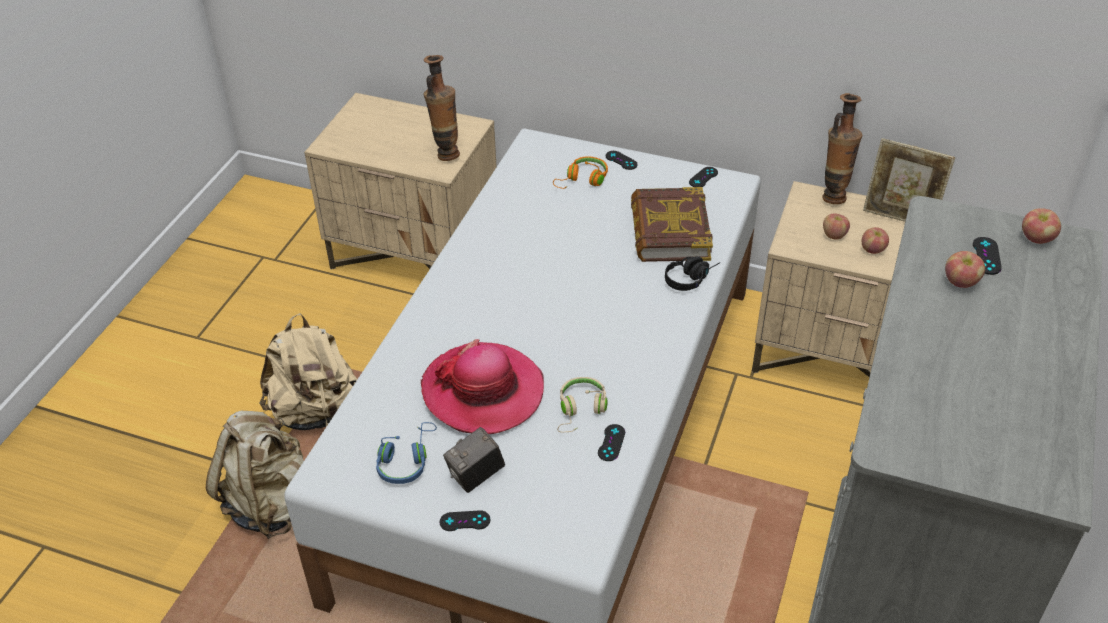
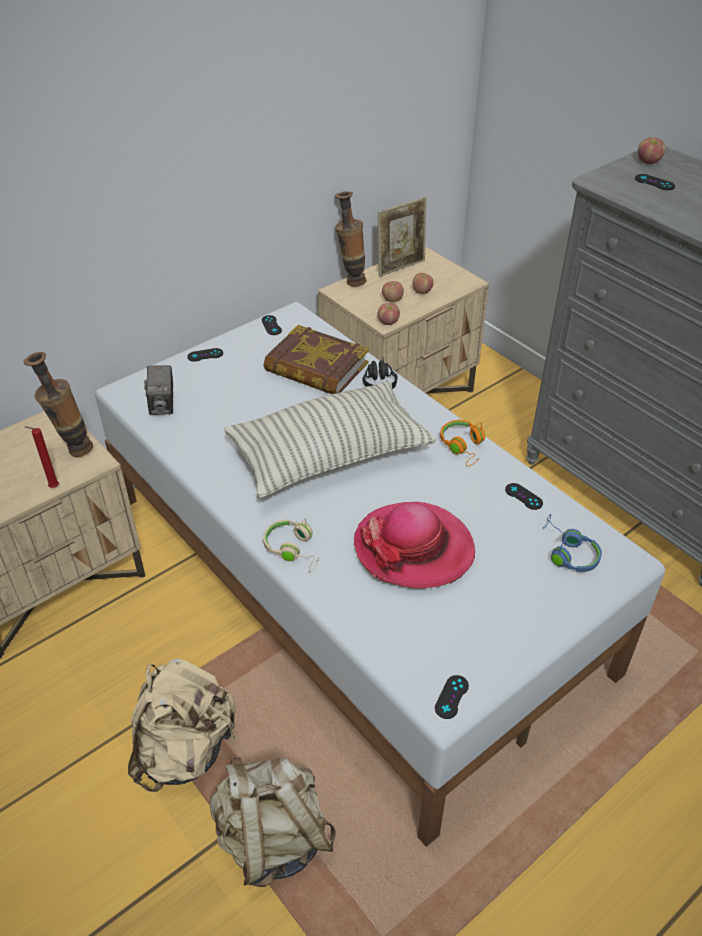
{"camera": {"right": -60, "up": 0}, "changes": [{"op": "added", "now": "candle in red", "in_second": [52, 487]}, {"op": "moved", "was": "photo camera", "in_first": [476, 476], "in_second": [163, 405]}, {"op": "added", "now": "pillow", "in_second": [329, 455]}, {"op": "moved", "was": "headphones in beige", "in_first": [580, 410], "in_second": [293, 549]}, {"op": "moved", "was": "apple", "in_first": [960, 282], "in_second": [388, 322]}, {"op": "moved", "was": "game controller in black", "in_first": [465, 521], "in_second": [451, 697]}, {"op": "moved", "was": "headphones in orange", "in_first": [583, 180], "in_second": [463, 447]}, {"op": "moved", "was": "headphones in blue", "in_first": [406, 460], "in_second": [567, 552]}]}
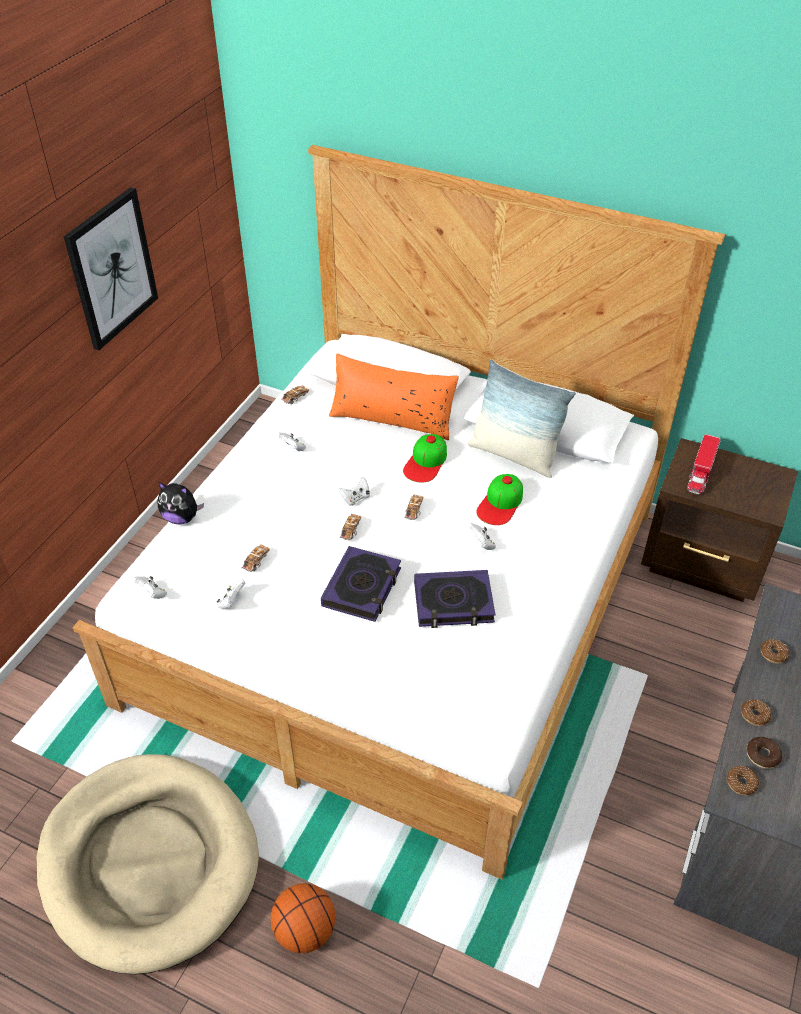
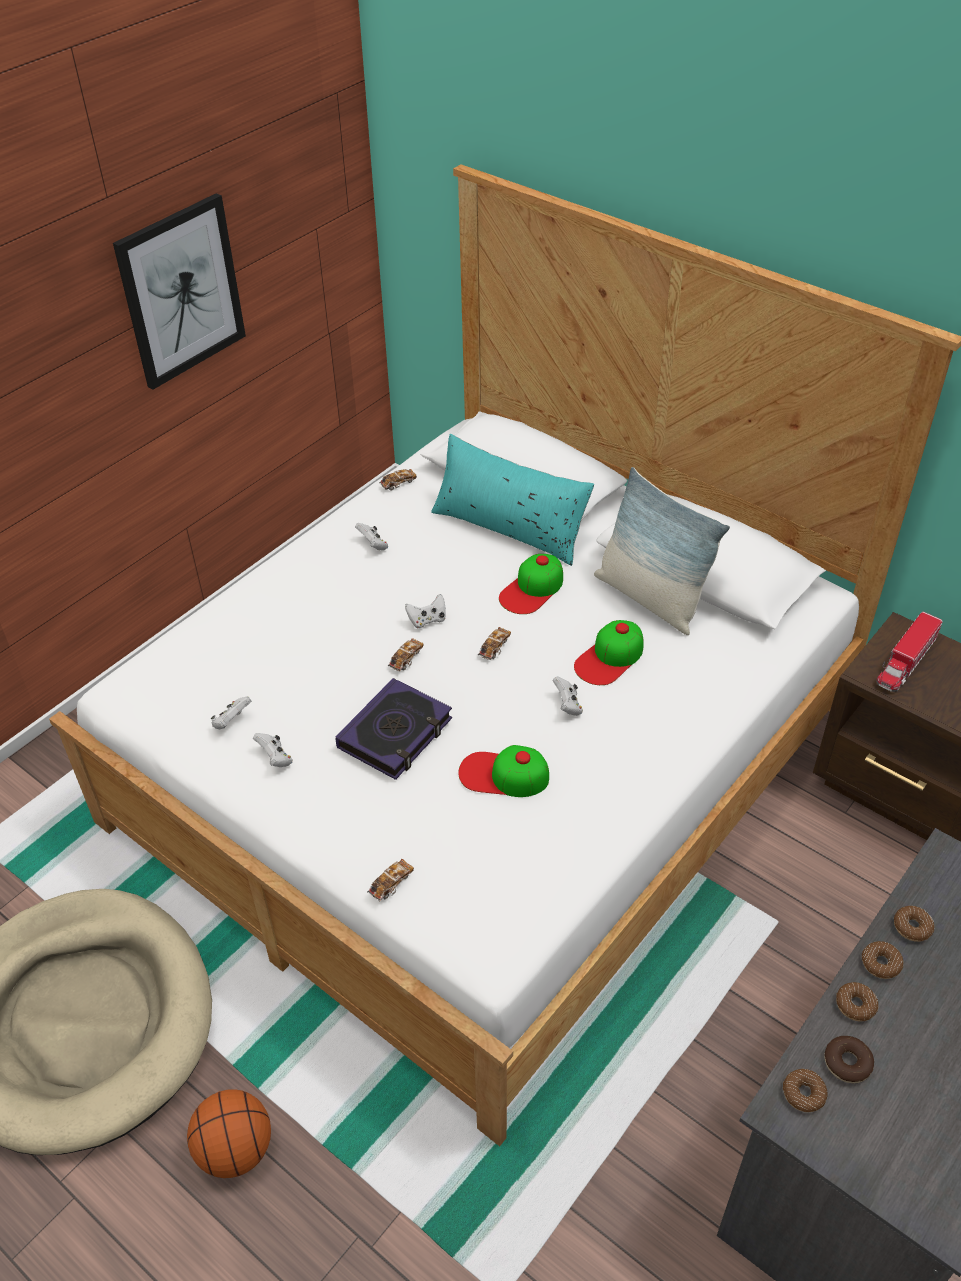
{"camera": {"right": 15, "up": 0}, "changes": [{"op": "moved", "was": "game controller in white", "in_first": [152, 593], "in_second": [275, 758]}, {"op": "moved", "was": "toy car", "in_first": [256, 562], "in_second": [391, 884]}, {"op": "recoloured", "was": "pillow in orange", "now": "pillow in turquoise", "in_first": [392, 418], "in_second": [509, 527]}, {"op": "replaced", "was": "book", "now": "cap", "in_first": [453, 603], "in_second": [503, 775]}, {"op": "added", "now": "donut", "in_second": [881, 963]}, {"op": "removed", "was": "plush toy", "in_first": [181, 518]}]}
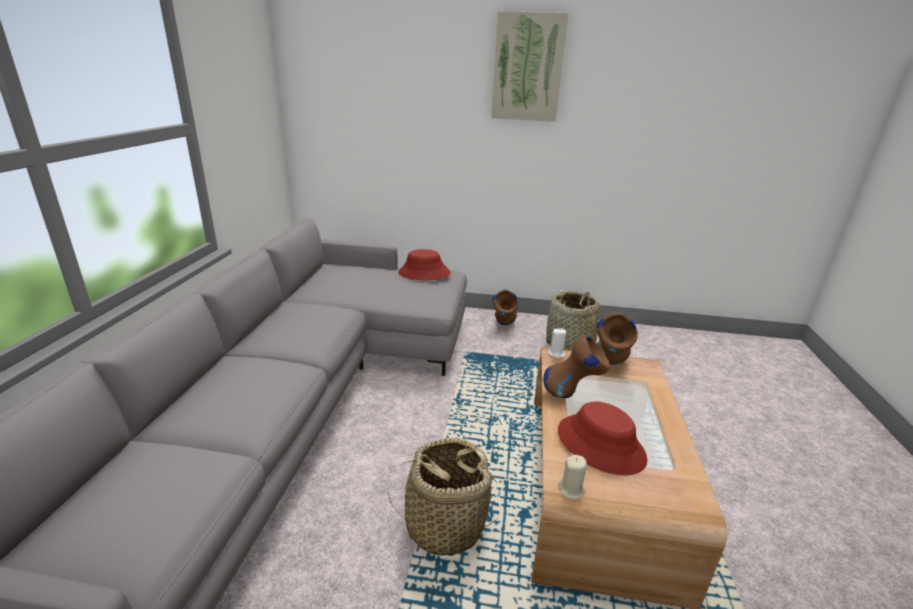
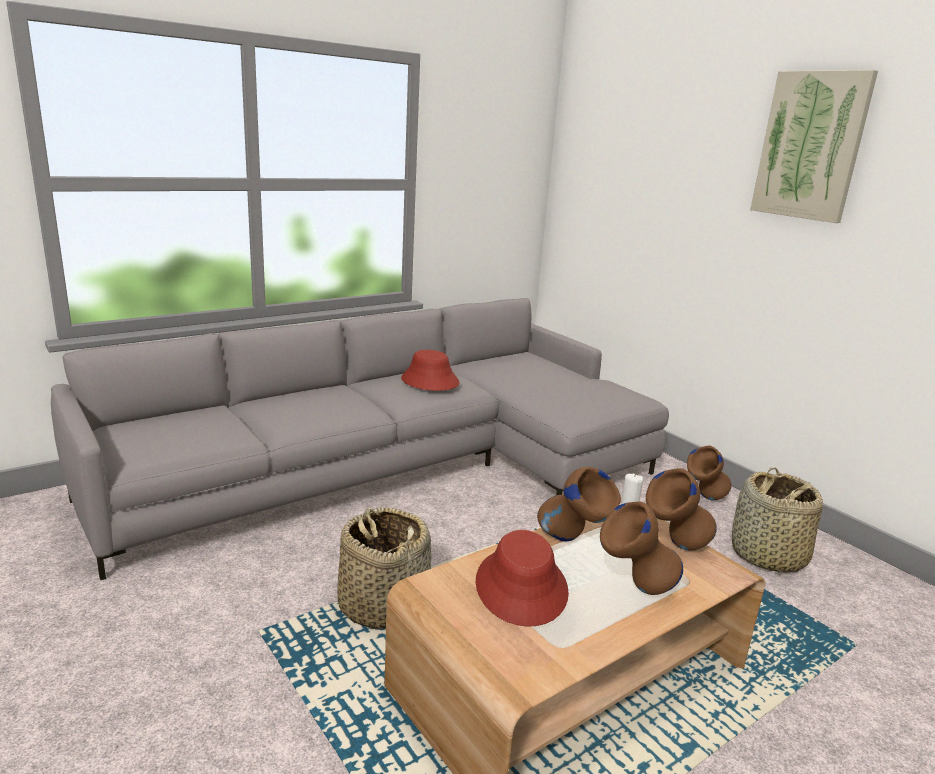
{"camera": {"right": 45, "up": -5}, "changes": [{"op": "moved", "was": "hat in red", "in_first": [424, 273], "in_second": [429, 381]}, {"op": "added", "now": "vase in brown", "in_second": [634, 589]}, {"op": "removed", "was": "candle in beige", "in_first": [571, 490]}]}
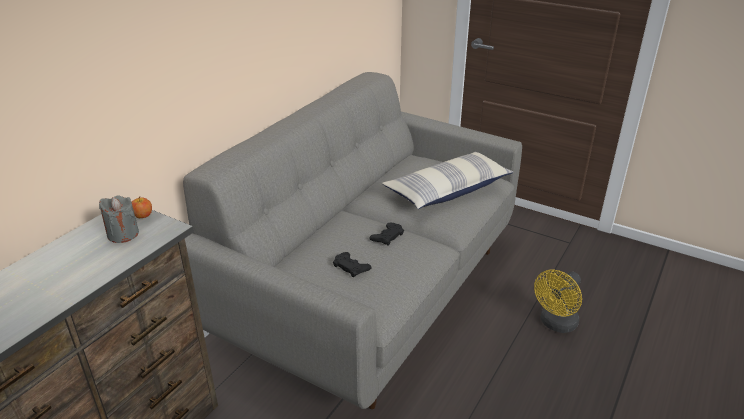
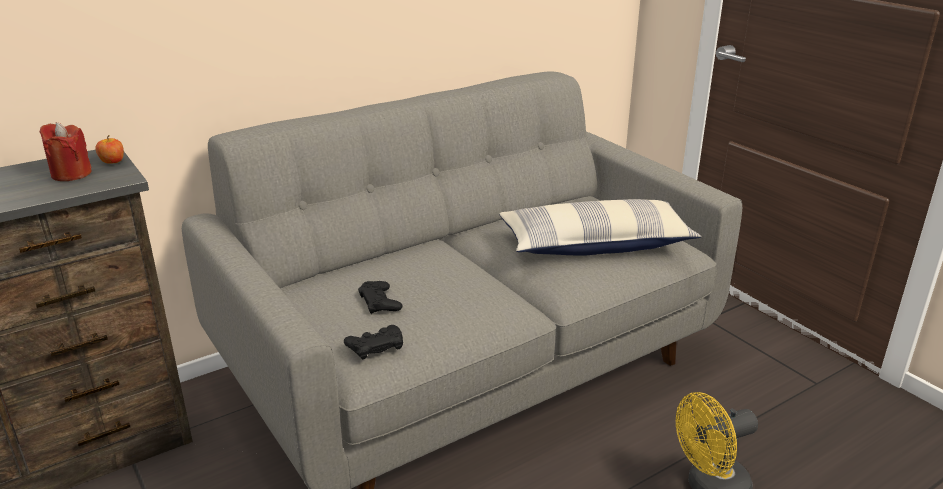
{"camera": {"right": 25, "up": -5}, "changes": [{"op": "recoloured", "was": "candle in grey", "now": "candle in red", "in_first": [123, 234], "in_second": [71, 174]}, {"op": "moved", "was": "game controller in black", "in_first": [387, 236], "in_second": [375, 346]}]}
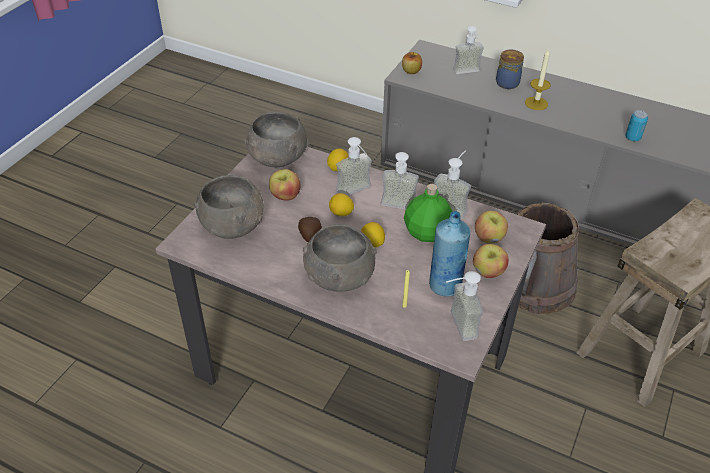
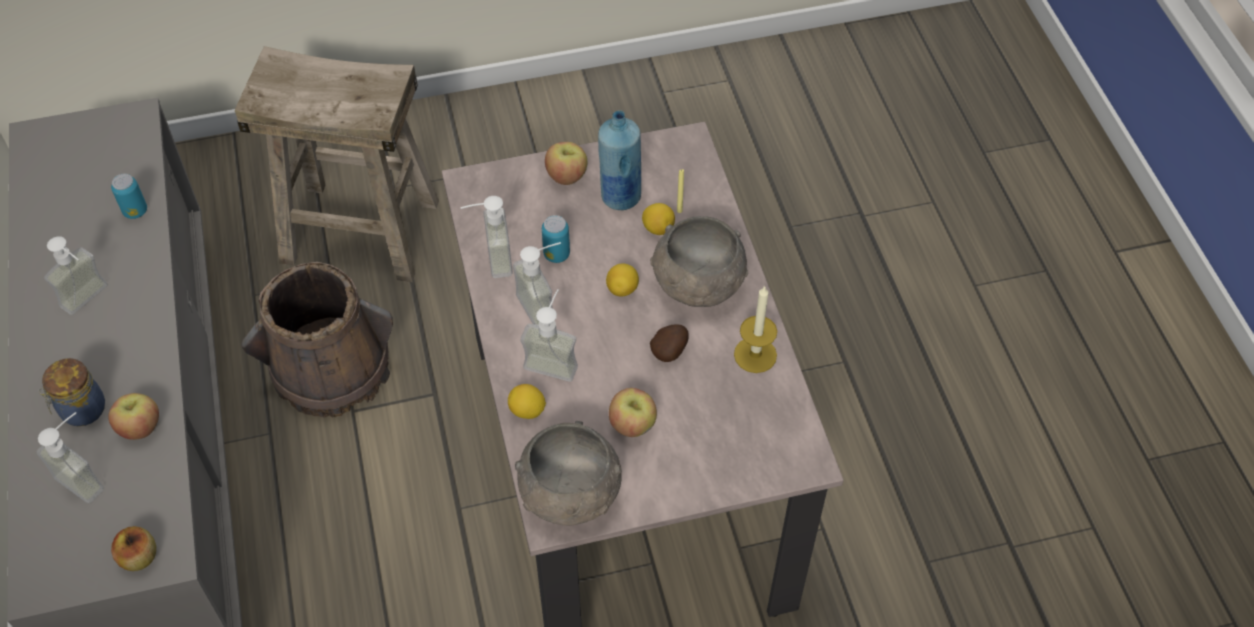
{"camera": {"right": -130, "up": 10}, "changes": [{"op": "moved", "was": "soap dispenser", "in_first": [455, 326], "in_second": [91, 301]}, {"op": "moved", "was": "apple", "in_first": [489, 238], "in_second": [140, 427]}, {"op": "replaced", "was": "bottle in green", "now": "can", "in_first": [427, 232], "in_second": [556, 254]}, {"op": "moved", "was": "lemon", "in_first": [341, 213], "in_second": [658, 228]}, {"op": "moved", "was": "candle", "in_first": [536, 103], "in_second": [755, 355]}, {"op": "removed", "was": "bowl in grey", "in_first": [233, 224]}]}
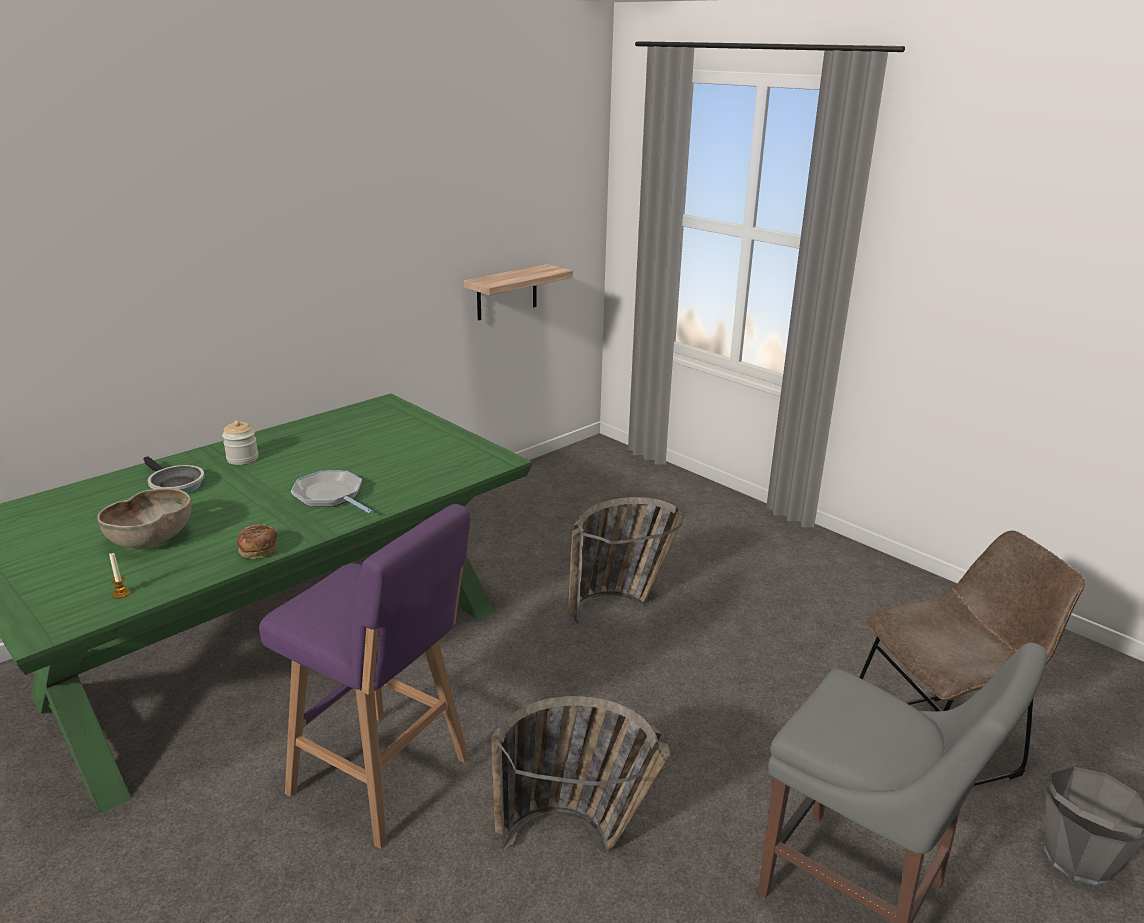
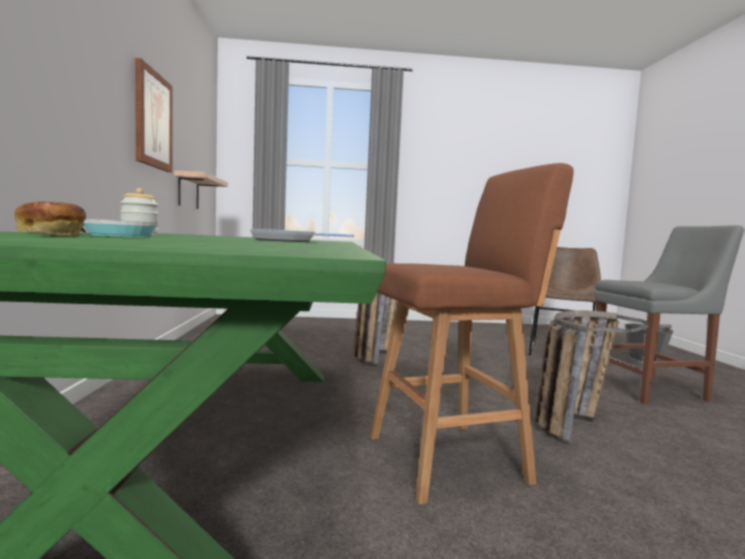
{"camera": {"right": -50, "up": -20}, "changes": [{"op": "moved", "was": "bread", "in_first": [258, 551], "in_second": [52, 235]}, {"op": "added", "now": "picture", "in_second": [152, 120]}, {"op": "recoloured", "was": "stool in purple", "now": "stool in brown", "in_first": [384, 778], "in_second": [451, 458]}, {"op": "removed", "was": "bowl in brown", "in_first": [152, 539]}, {"op": "removed", "was": "candle", "in_first": [121, 594]}]}
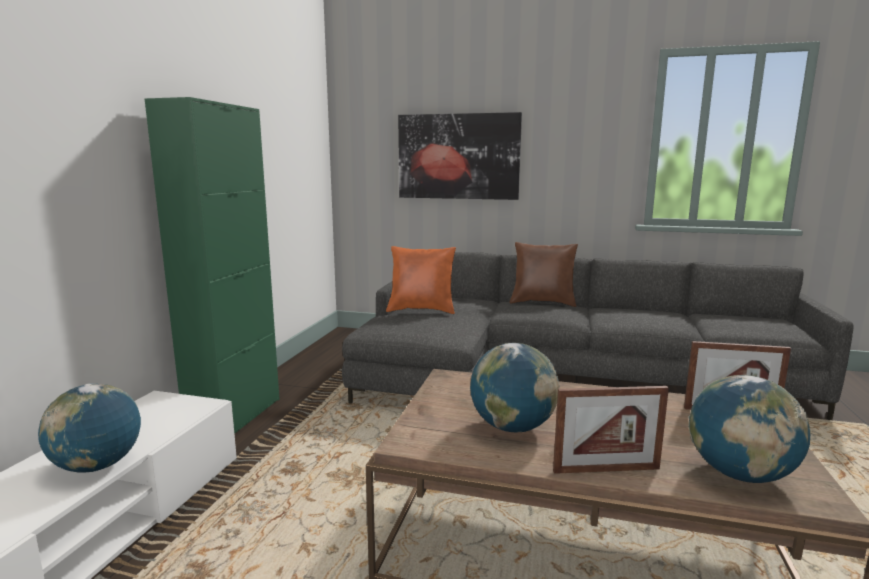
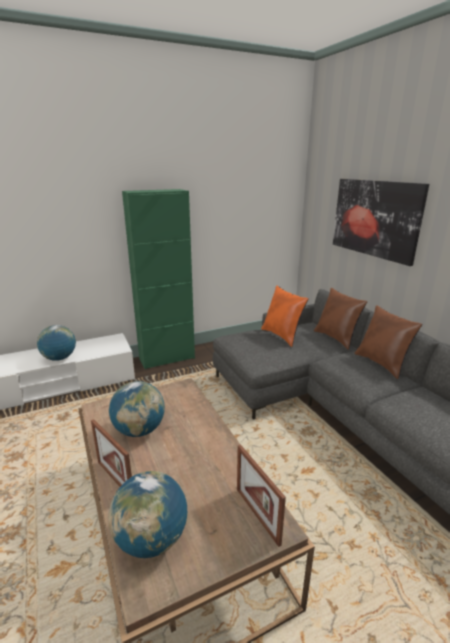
{"camera": {"right": 50, "up": 10}, "changes": [{"op": "added", "now": "pillow in brown", "in_second": [336, 338]}]}
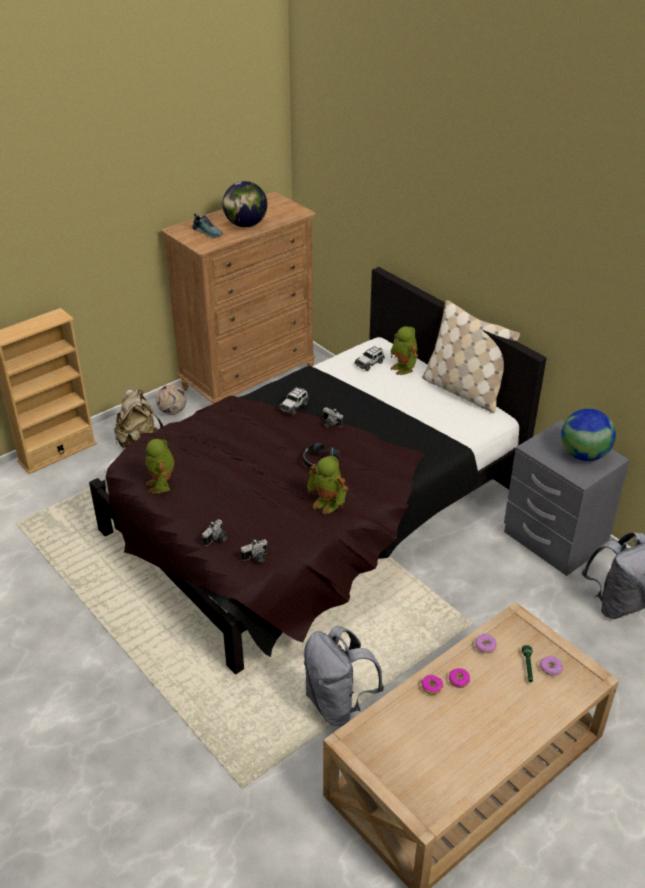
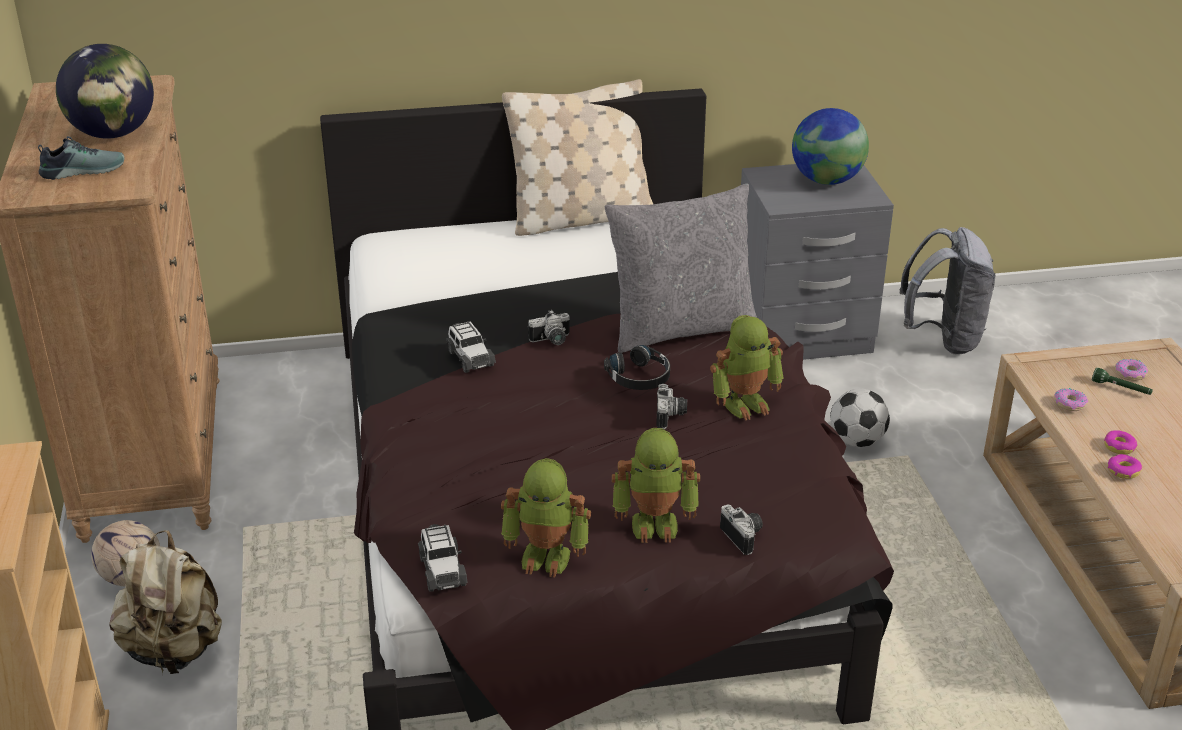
{"camera": {"right": -60, "up": -5}, "changes": [{"op": "moved", "was": "toy car", "in_first": [369, 363], "in_second": [442, 570]}, {"op": "added", "now": "pillow in grey", "in_second": [681, 328]}, {"op": "moved", "was": "toy robot", "in_first": [404, 368], "in_second": [655, 523]}, {"op": "moved", "was": "photo camera", "in_first": [256, 558], "in_second": [671, 416]}, {"op": "added", "now": "football", "in_second": [857, 441]}, {"op": "removed", "was": "backpack in grey", "in_first": [338, 703]}]}
